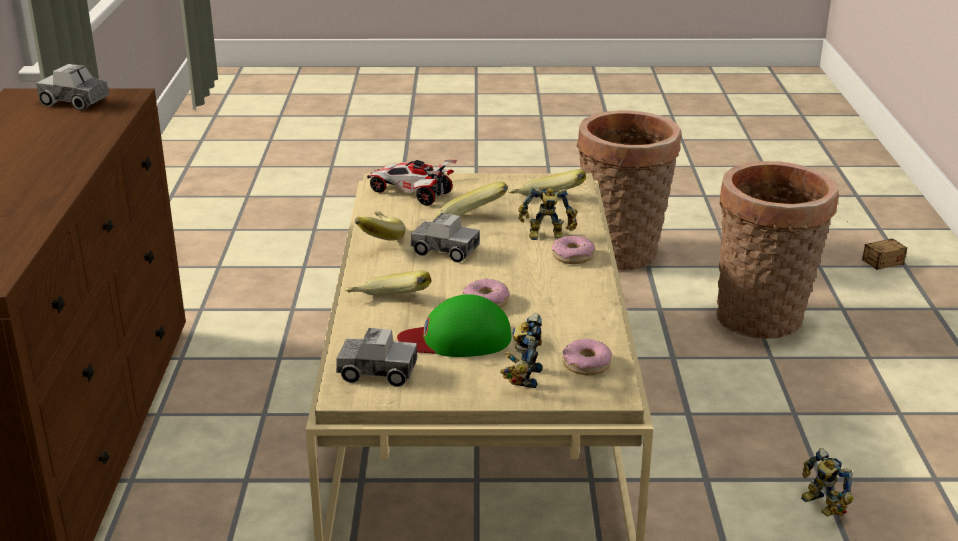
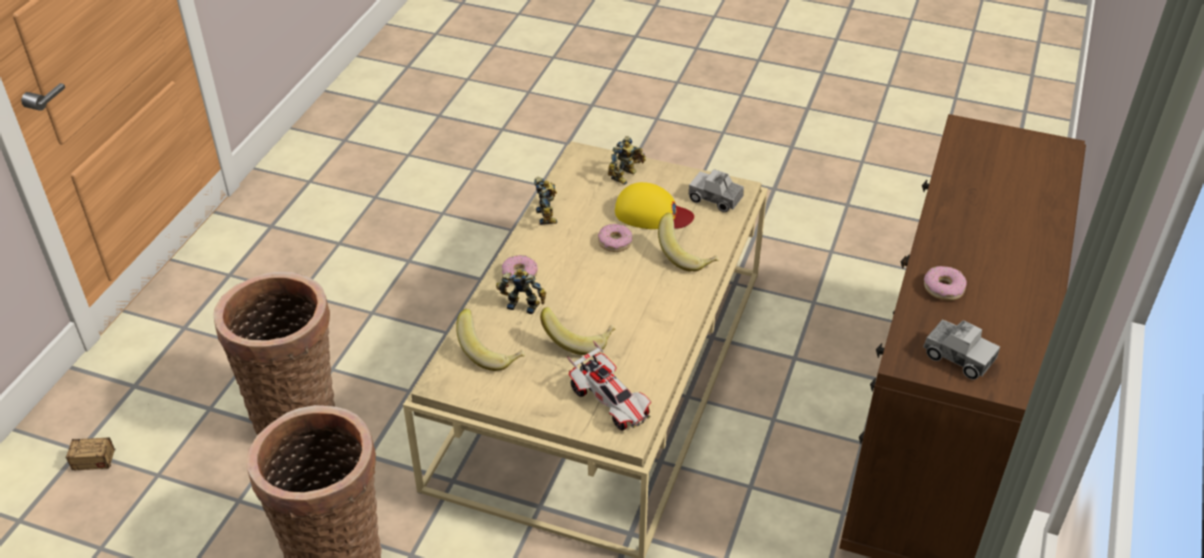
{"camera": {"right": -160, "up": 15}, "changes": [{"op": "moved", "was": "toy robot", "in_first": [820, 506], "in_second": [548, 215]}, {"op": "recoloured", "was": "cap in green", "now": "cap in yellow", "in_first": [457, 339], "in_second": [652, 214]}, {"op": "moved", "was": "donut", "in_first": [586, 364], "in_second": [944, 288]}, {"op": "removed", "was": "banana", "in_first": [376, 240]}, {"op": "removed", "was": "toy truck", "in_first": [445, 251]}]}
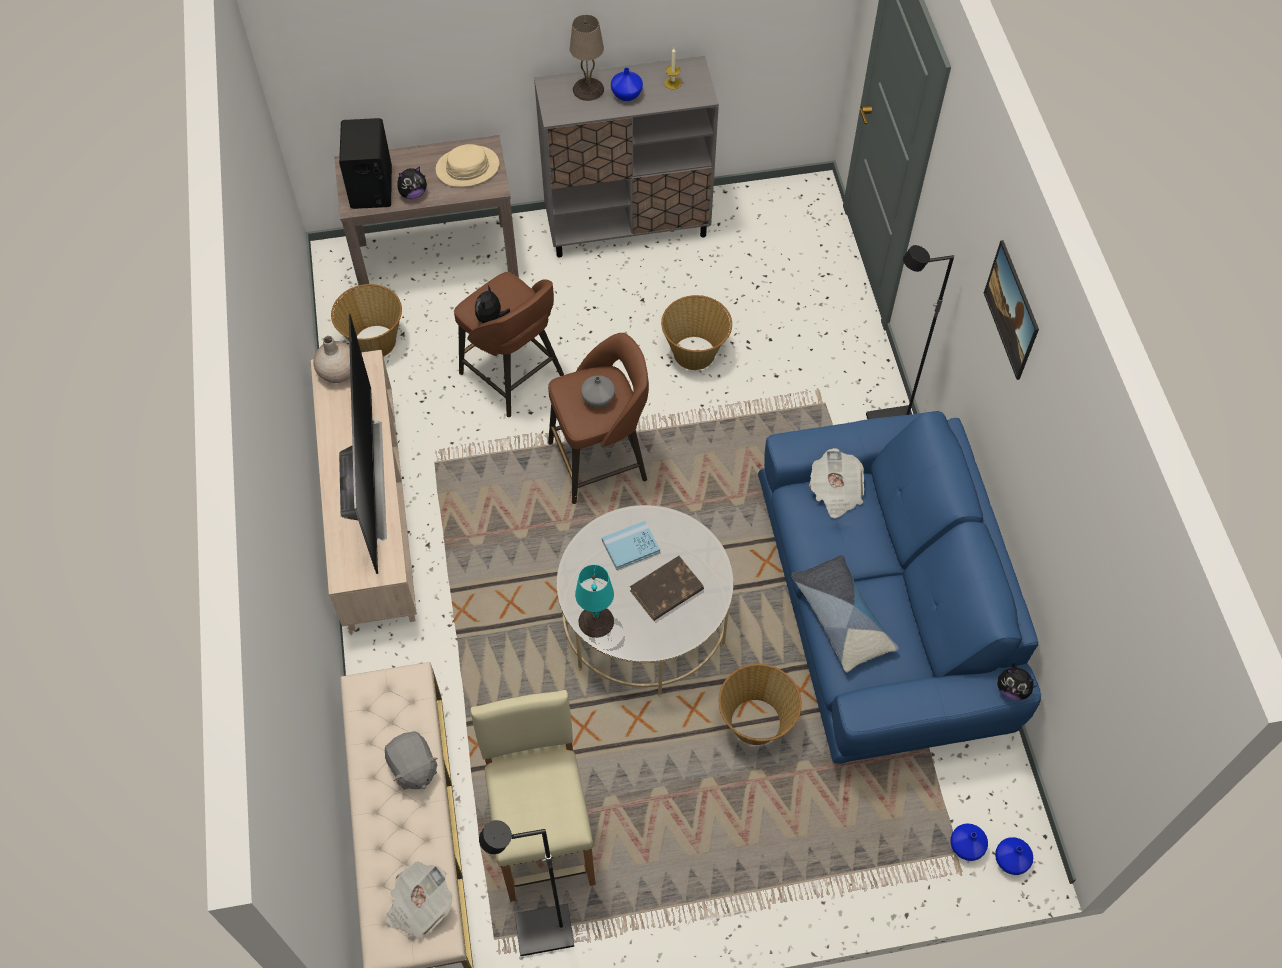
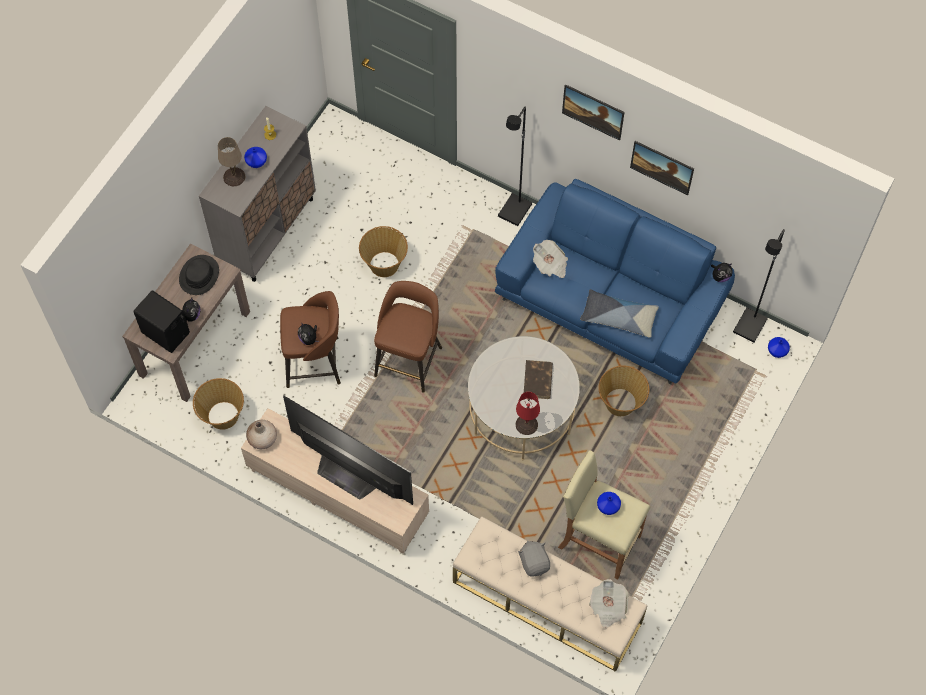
{"camera": {"right": -50, "up": 5}, "changes": [{"op": "recoloured", "was": "hat in beige", "now": "hat in black", "in_first": [467, 168], "in_second": [199, 275]}, {"op": "recoloured", "was": "table lamp in turquoise", "now": "table lamp in red", "in_first": [595, 621], "in_second": [526, 425]}, {"op": "turned", "was": "plush toy in grey", "in_first": [413, 768], "in_second": [534, 562], "clockwise": -120}, {"op": "moved", "was": "vase in blue", "in_first": [966, 847], "in_second": [608, 506]}, {"op": "added", "now": "picture", "in_second": [660, 174]}, {"op": "moved", "was": "floor lamp in black", "in_first": [543, 932], "in_second": [750, 327]}, {"op": "removed", "was": "vase in grey", "in_first": [597, 399]}, {"op": "removed", "was": "book in blue", "in_first": [631, 546]}]}
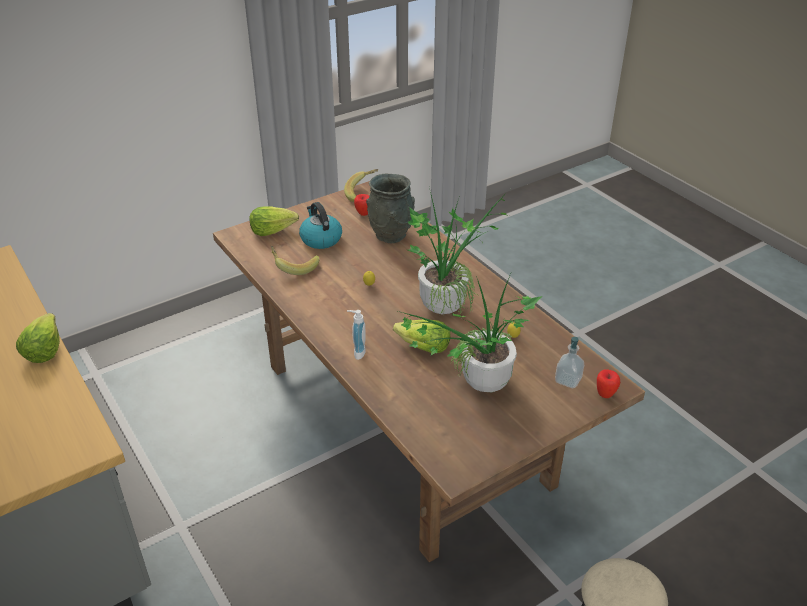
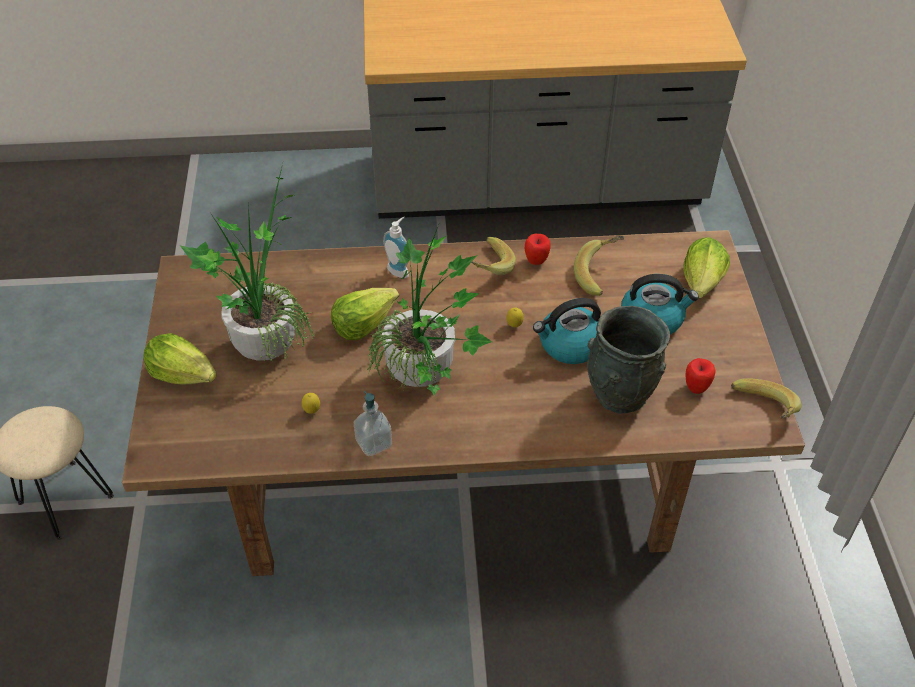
{"camera": {"right": 120, "up": 10}, "changes": [{"op": "moved", "was": "lettuce", "in_first": [43, 350], "in_second": [183, 374]}, {"op": "moved", "was": "soap dispenser", "in_first": [568, 380], "in_second": [374, 443]}, {"op": "added", "now": "banana", "in_second": [487, 267]}, {"op": "moved", "was": "apple", "in_first": [605, 394], "in_second": [536, 261]}, {"op": "added", "now": "kettle", "in_second": [569, 345]}]}
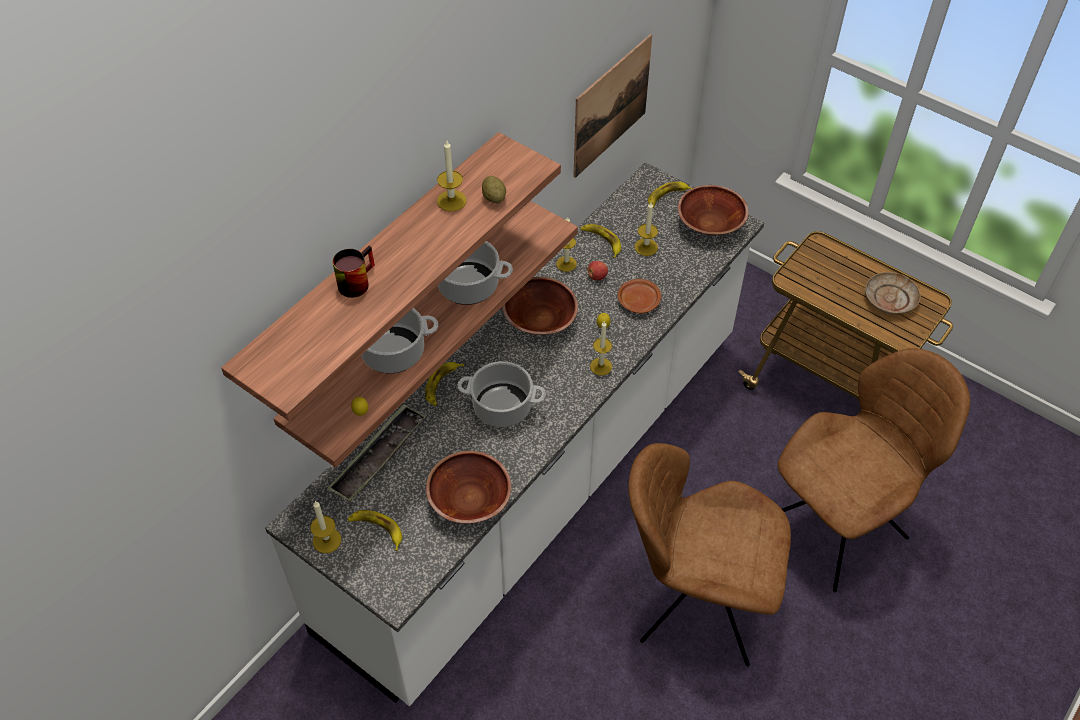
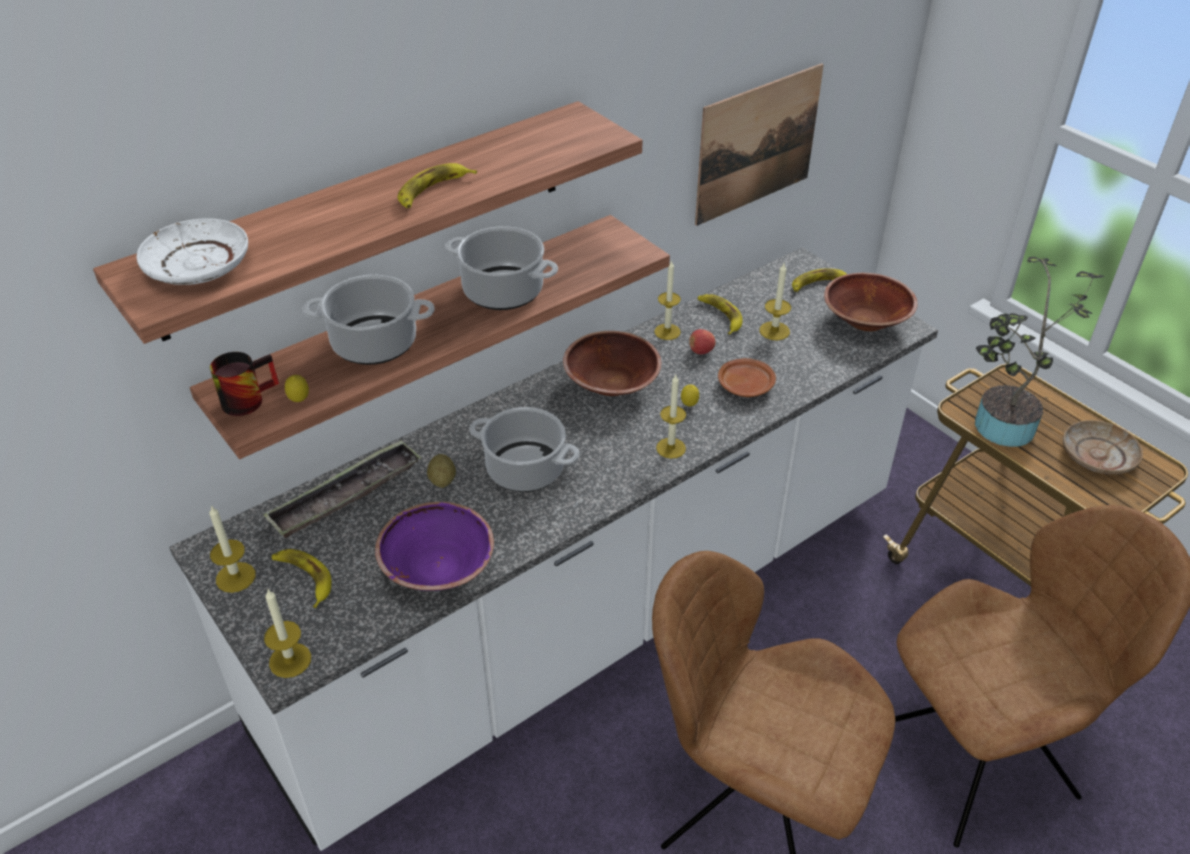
{"camera": {"right": 15, "up": -10}, "changes": [{"op": "added", "now": "plate in white", "in_second": [197, 265]}, {"op": "moved", "was": "mug", "in_first": [355, 281], "in_second": [247, 397]}, {"op": "moved", "was": "candle", "in_first": [451, 200], "in_second": [290, 660]}, {"op": "recoloured", "was": "bowl in brown", "now": "bowl in purple", "in_first": [469, 499], "in_second": [437, 567]}, {"op": "moved", "was": "banana", "in_first": [442, 385], "in_second": [433, 191]}, {"op": "moved", "was": "potato", "in_first": [494, 198], "in_second": [442, 480]}, {"op": "added", "now": "potted plant", "in_second": [999, 429]}]}
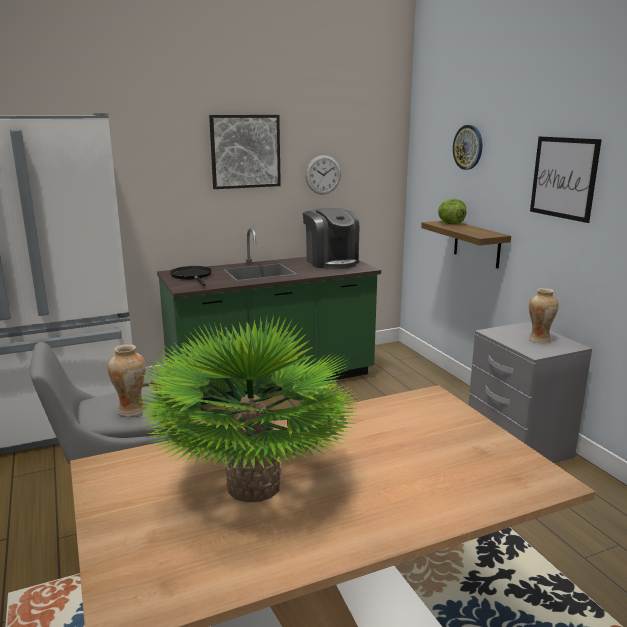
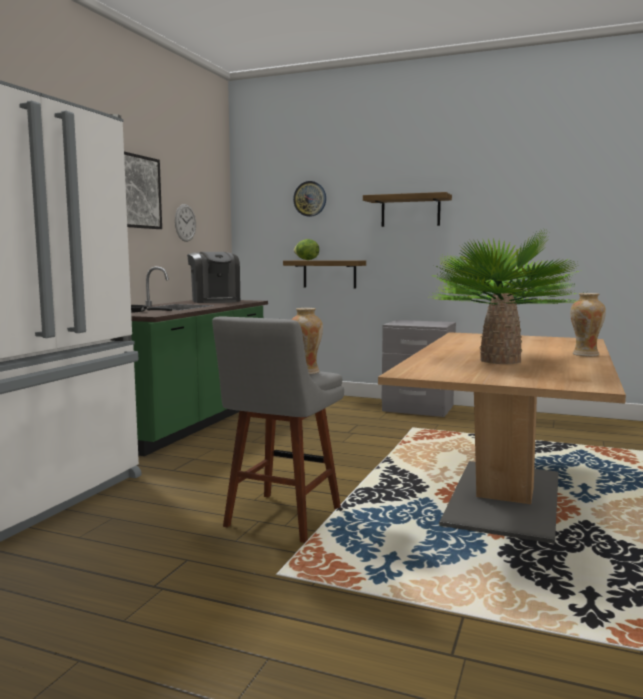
{"camera": {"right": -45, "up": -10}, "changes": [{"op": "turned", "was": "coffee machine", "in_first": [331, 262], "in_second": [215, 301], "clockwise": 45}, {"op": "replaced", "was": "picture", "now": "shelf", "in_first": [564, 178], "in_second": [410, 211]}, {"op": "moved", "was": "vase", "in_first": [539, 339], "in_second": [585, 354]}]}
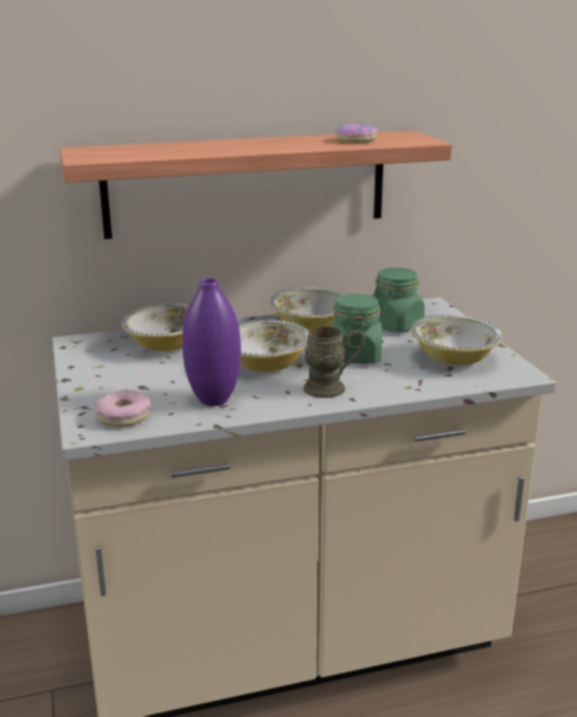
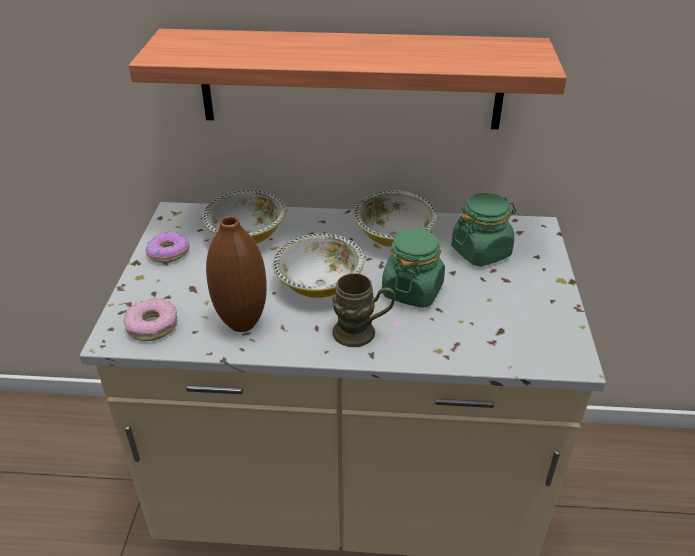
{"camera": {"right": 20, "up": 15}, "changes": [{"op": "moved", "was": "donut", "in_first": [356, 140], "in_second": [168, 252]}, {"op": "recoloured", "was": "vase in purple", "now": "vase in brown", "in_first": [213, 400], "in_second": [242, 323]}, {"op": "removed", "was": "bowl", "in_first": [454, 359]}]}
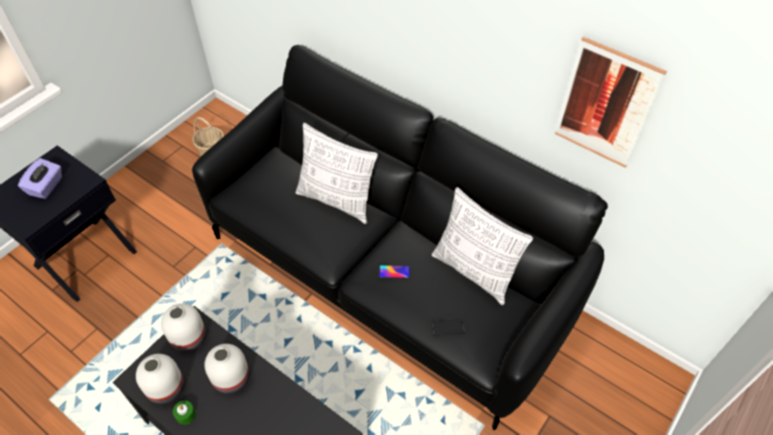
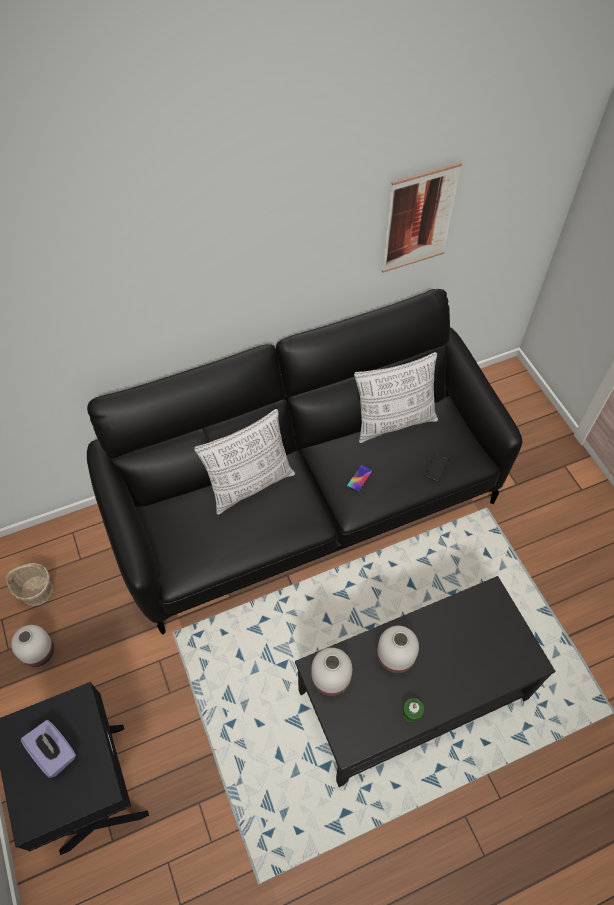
{"camera": {"right": -60, "up": 5}, "changes": [{"op": "moved", "was": "vase in white", "in_first": [166, 387], "in_second": [38, 651]}]}
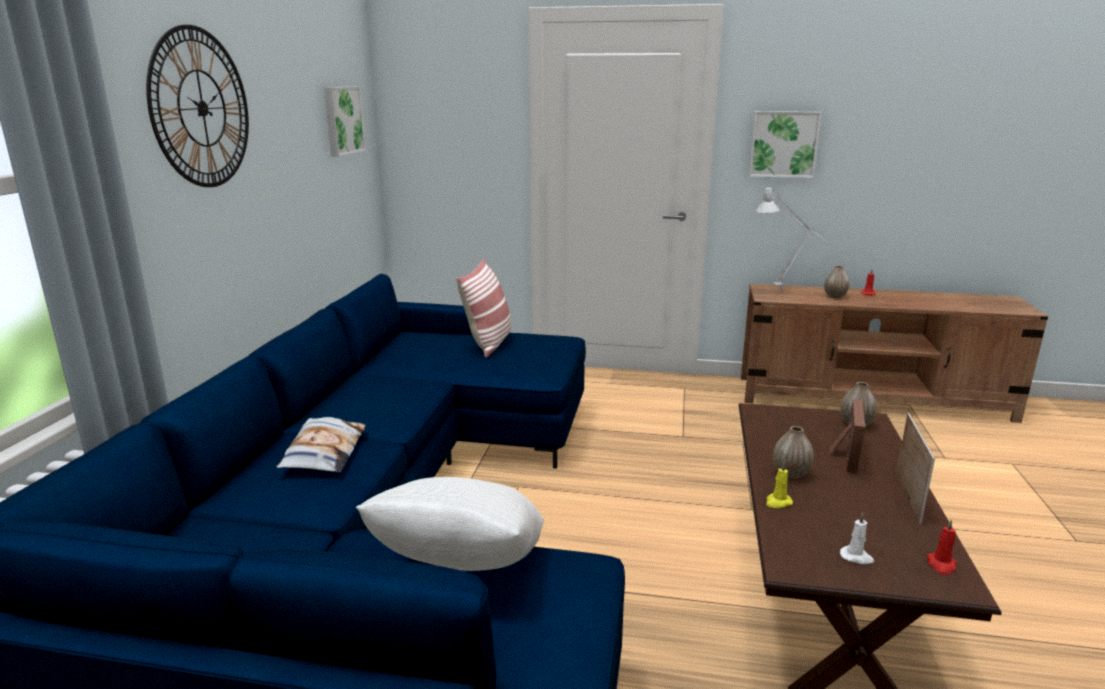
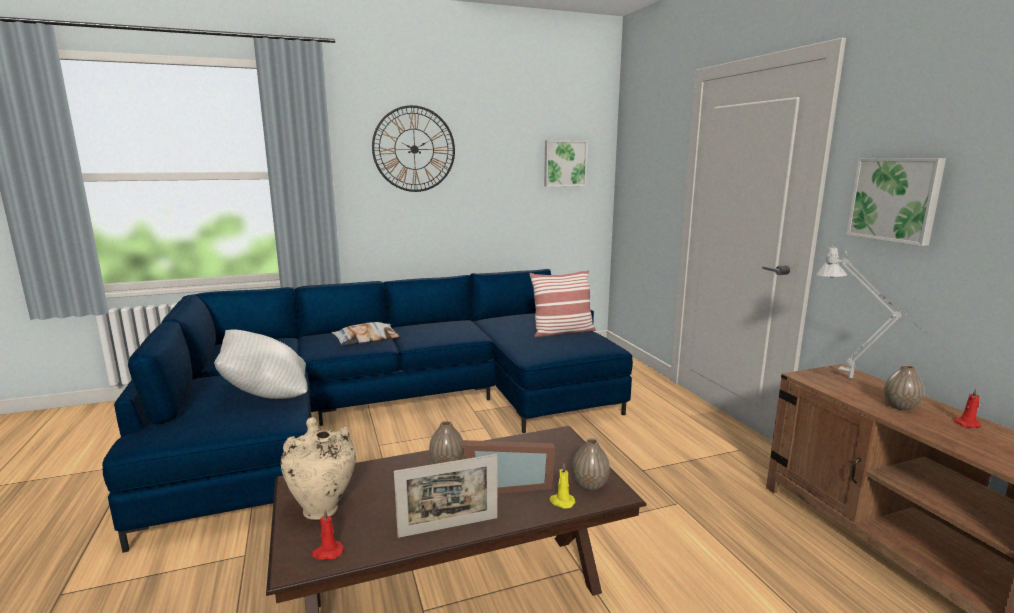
{"camera": {"right": 60, "up": -5}, "changes": [{"op": "replaced", "was": "candle in white", "now": "vase in beige", "in_first": [856, 557], "in_second": [323, 508]}, {"op": "moved", "was": "candle in yellow", "in_first": [778, 502], "in_second": [561, 502]}]}
